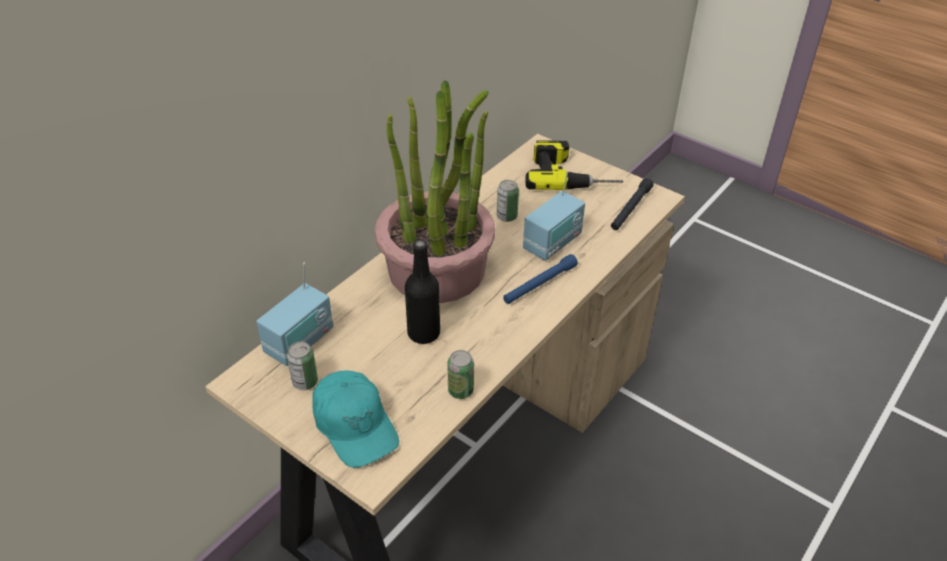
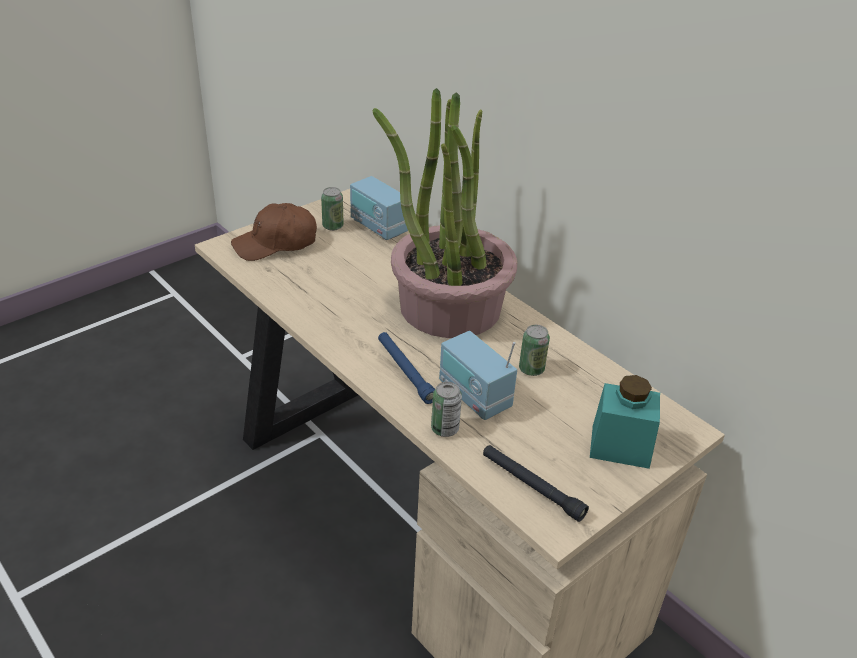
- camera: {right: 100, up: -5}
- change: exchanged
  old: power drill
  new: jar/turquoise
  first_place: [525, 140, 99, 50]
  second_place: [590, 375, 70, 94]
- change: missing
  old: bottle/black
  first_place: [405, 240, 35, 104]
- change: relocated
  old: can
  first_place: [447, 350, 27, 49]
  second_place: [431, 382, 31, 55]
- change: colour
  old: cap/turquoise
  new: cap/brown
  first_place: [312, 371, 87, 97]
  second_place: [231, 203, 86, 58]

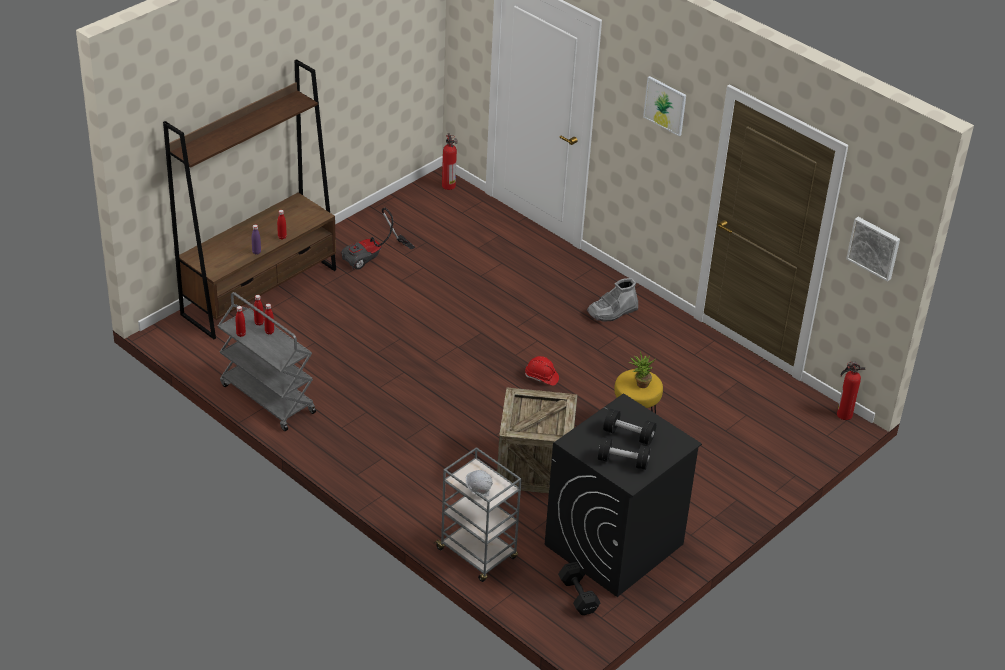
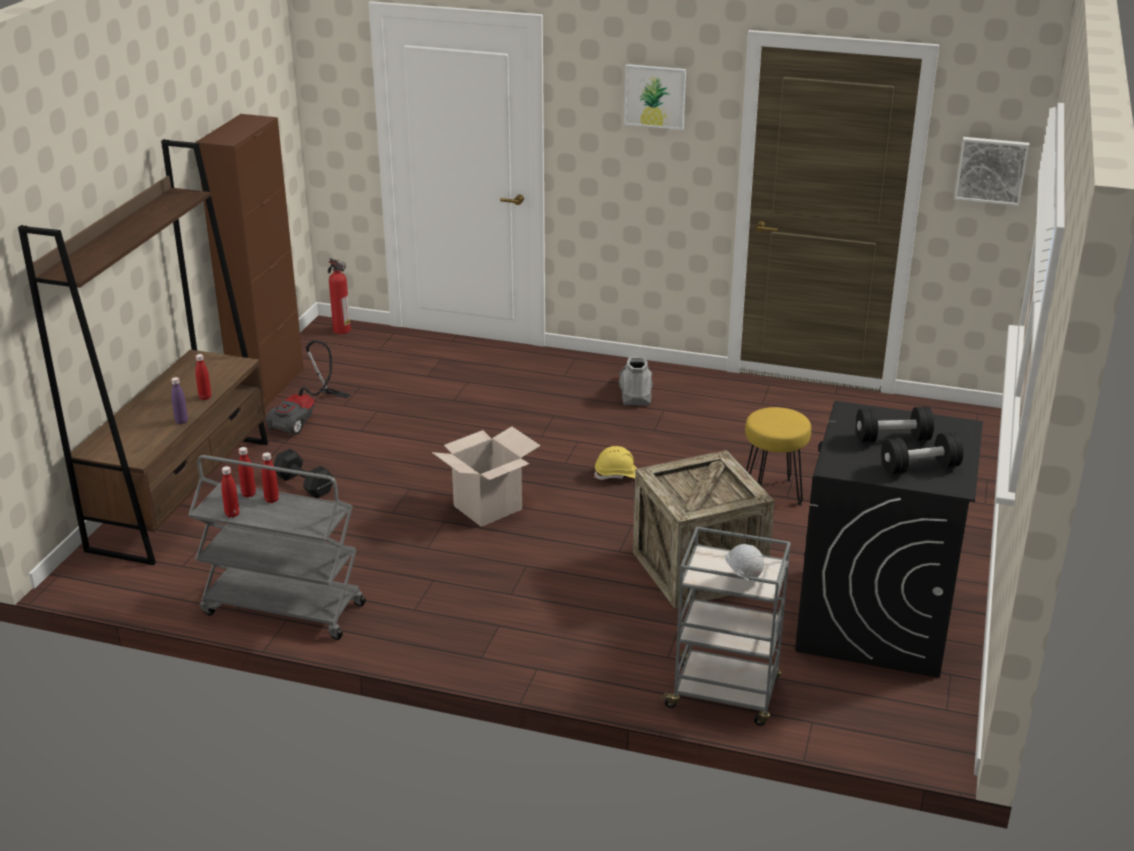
- camera: {right: -25, up: -10}
- change: spun
  old: boot/grey
  first_place: [587, 278, 51, 43]
  second_place: [619, 357, 34, 49]
  degrees: 150
- change: missing
  old: potted plant
  first_place: [629, 351, 26, 37]
- change: colour
  old: hard hat/red
  new: hard hat/yellow
  first_place: [525, 356, 34, 30]
  second_place: [594, 446, 44, 34]
- change: missing
  old: fire extinguisher
  first_place: [837, 361, 28, 59]
- change: relocated
  old: dumbbell/black
  first_place: [558, 562, 43, 53]
  second_place: [274, 449, 60, 49]
- change: appeared
  new: cabinet/brown
  second_place: [196, 114, 108, 294]
- change: appeared
  new: cardboard box
  second_place: [432, 426, 109, 101]

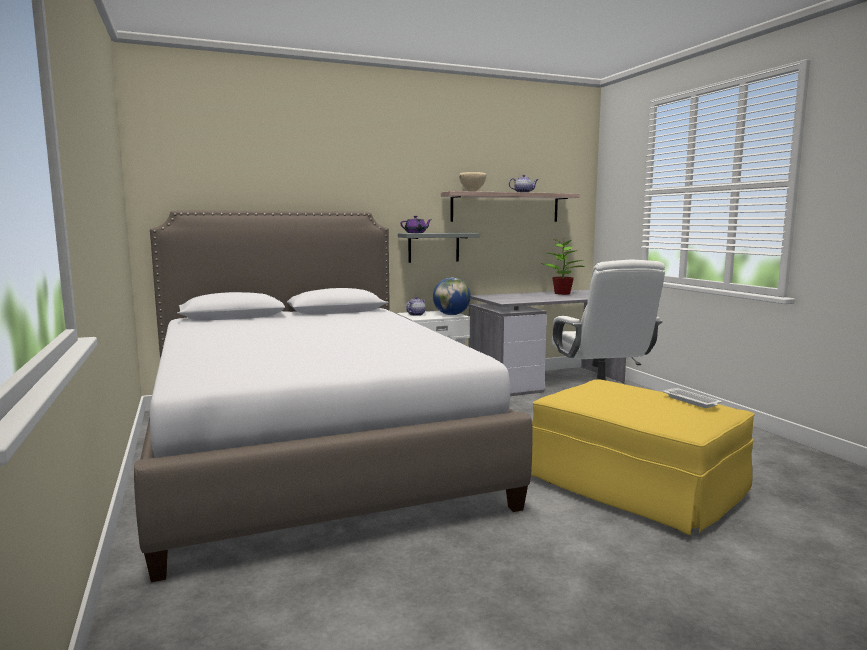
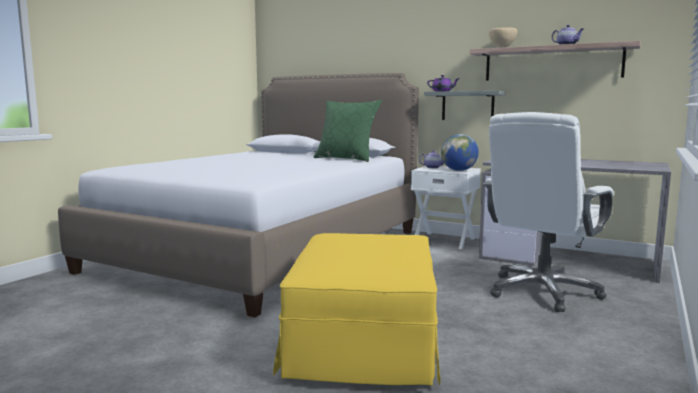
- camera: {right: 50, up: 0}
- change: missing
  old: potted plant
  first_place: [542, 236, 43, 59]
- change: missing
  old: tray/white
  first_place: [663, 388, 59, 20]
- change: appeared
  new: pillow/green
  second_place: [314, 100, 68, 62]

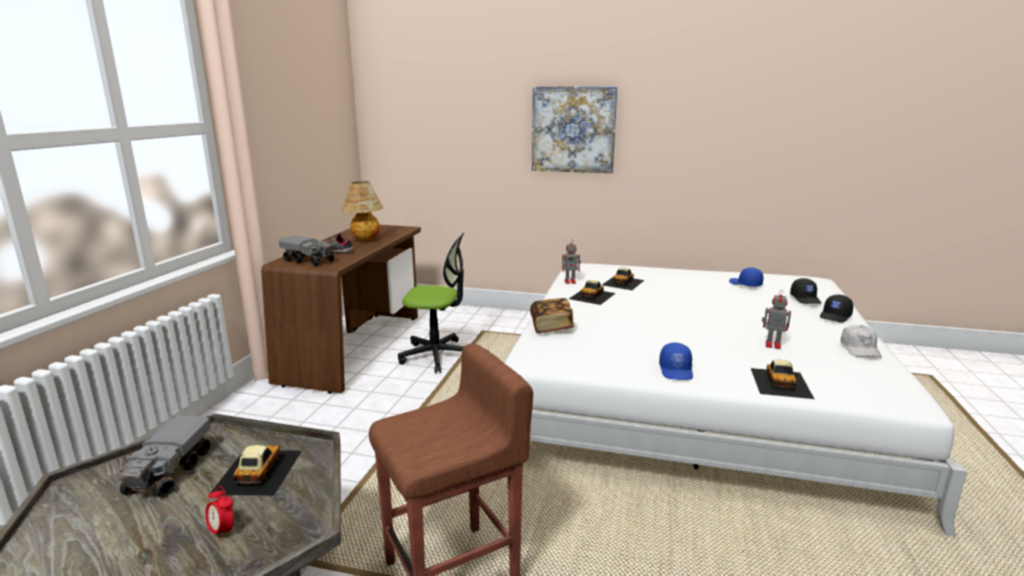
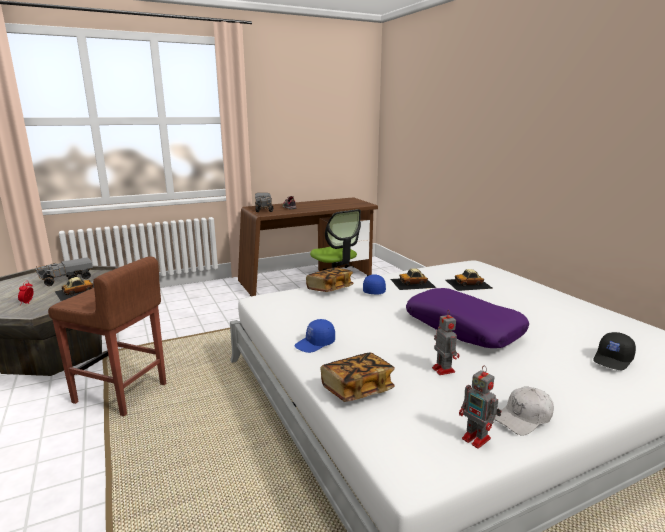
- camera: {right: 50, up: 0}
- change: missing
  old: picture
  first_place: [532, 86, 85, 87]
- change: missing
  old: table lamp
  first_place: [342, 181, 41, 60]
- change: relocated
  old: toy robot
  first_place: [562, 239, 19, 45]
  second_place: [459, 366, 42, 83]
- change: relocated
  old: cap/blue
  first_place: [729, 267, 34, 20]
  second_place: [363, 274, 23, 20]
- change: missing
  old: cap/black
  first_place: [820, 295, 33, 28]
- change: exchanged
  old: toy car
  new: book
  first_place: [751, 360, 63, 39]
  second_place: [320, 352, 75, 50]
- change: appeared
  new: pillow/purple
  second_place: [406, 288, 123, 60]

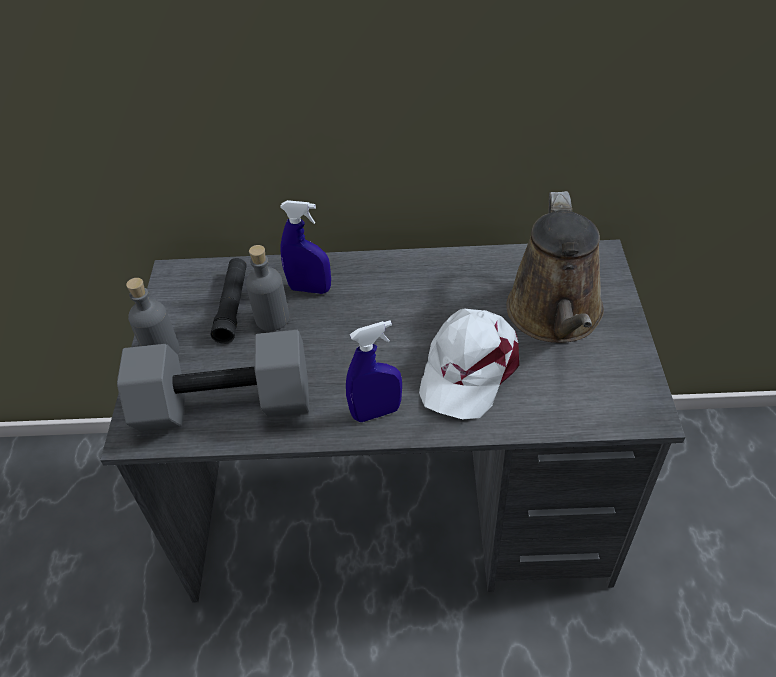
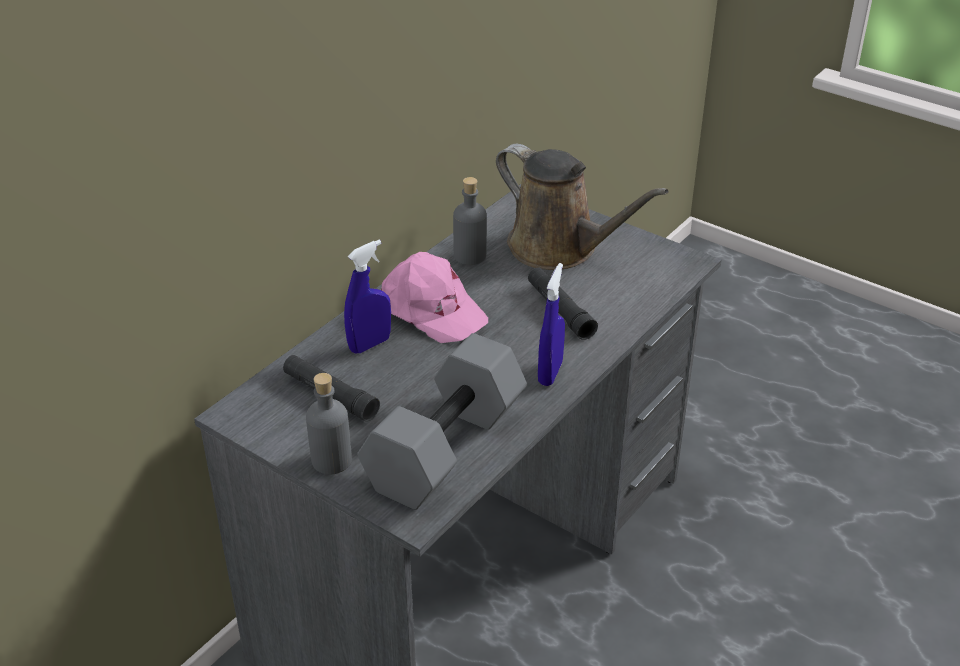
- camera: {right: -55, up: -10}
- change: relocated
  old: bottle/grey
  first_place: [246, 245, 43, 86]
  second_place: [453, 177, 34, 88]
- change: exchanged
  old: cap/white
  new: flashlight/black
  first_place: [419, 308, 100, 111]
  second_place: [528, 268, 70, 72]
- change: appeared
  new: cap/pink
  second_place: [381, 252, 107, 91]

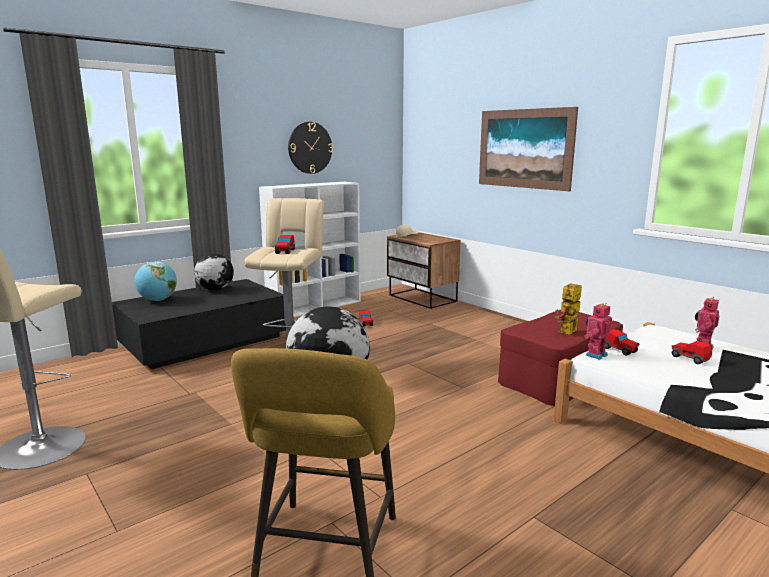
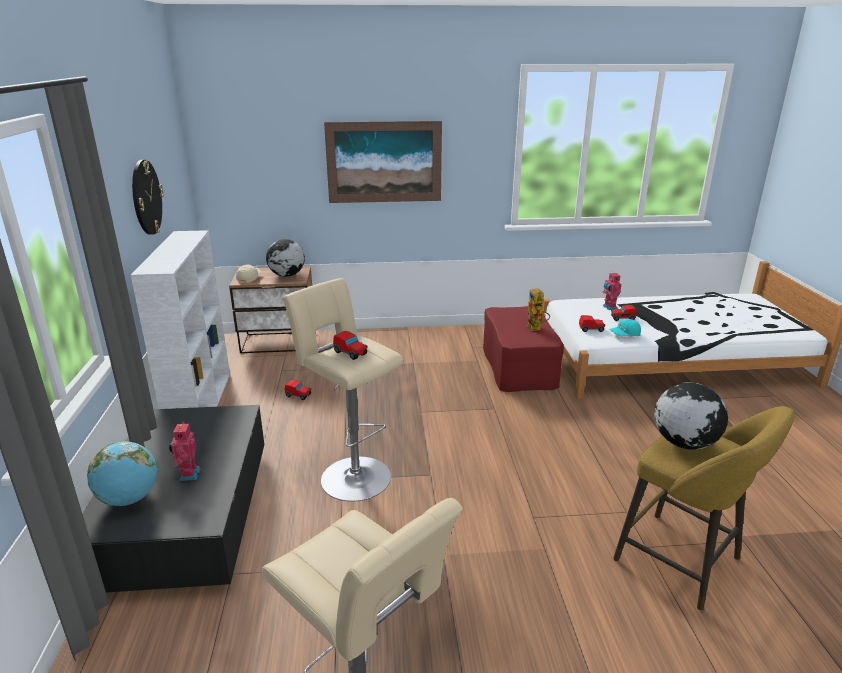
- camera: {right: -55, up: 10}
- change: relocated
  old: globe
  first_place: [194, 253, 40, 37]
  second_place: [266, 239, 39, 38]
- change: relocated
  old: toy robot
  first_place: [584, 303, 28, 57]
  second_place: [169, 421, 31, 60]
- change: appeared
  new: cap/turquoise
  second_place: [609, 319, 32, 17]

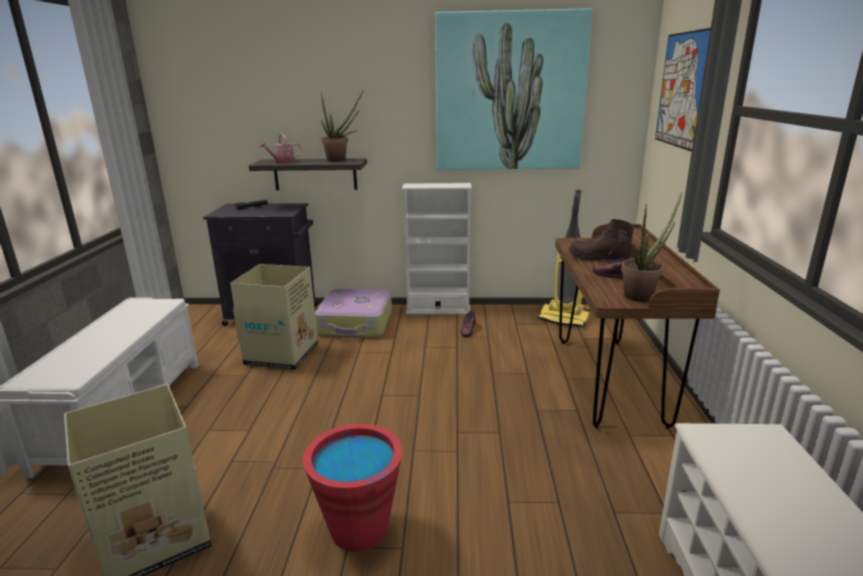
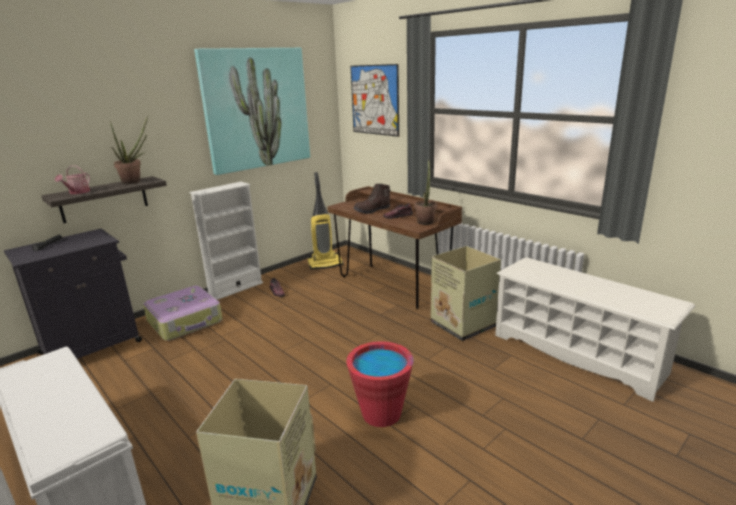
- camera: {right: -45, up: 0}
- change: relocated
  old: cardboard box
  first_place: [230, 264, 88, 106]
  second_place: [431, 246, 70, 95]

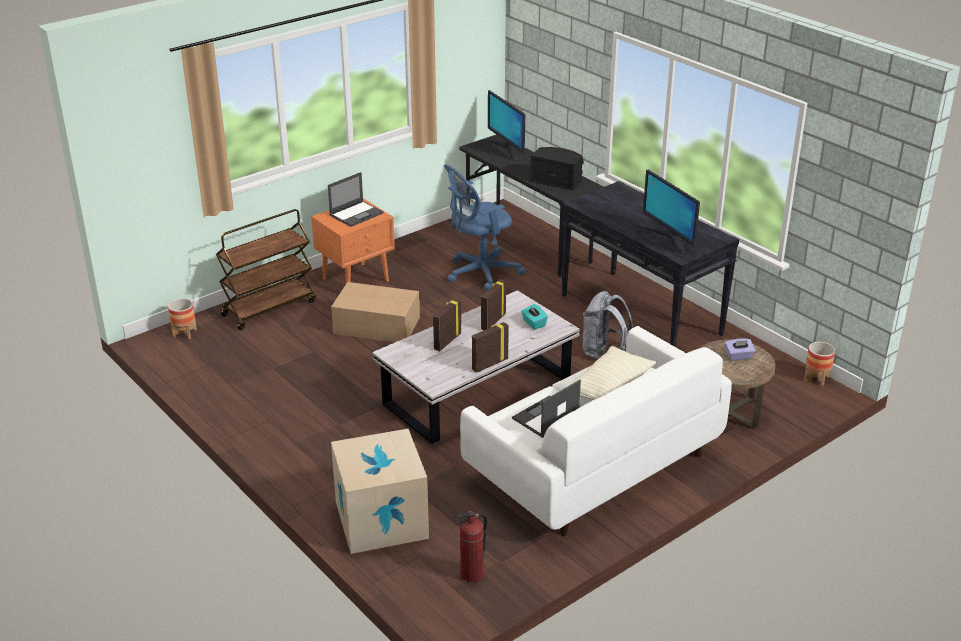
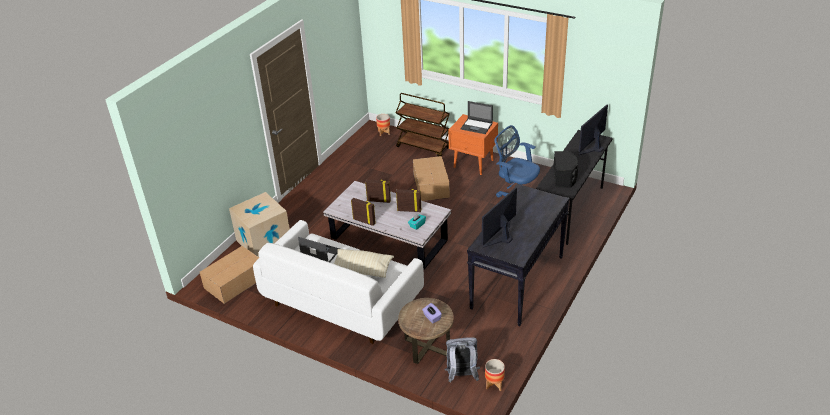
- camera: {right: 70, up: 5}
- change: relocated
  old: backpack/grey
  first_place: [583, 291, 50, 68]
  second_place: [445, 337, 35, 46]
- change: exchanged
  old: fire extinguisher
  new: cardboard box
  first_place: [457, 511, 30, 71]
  second_place: [200, 246, 59, 58]

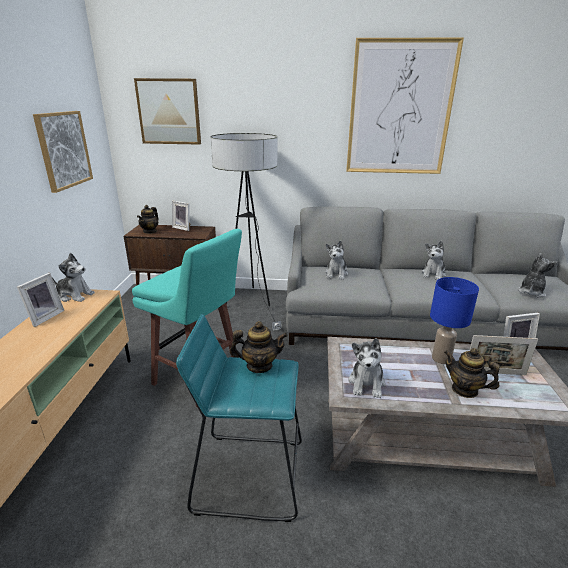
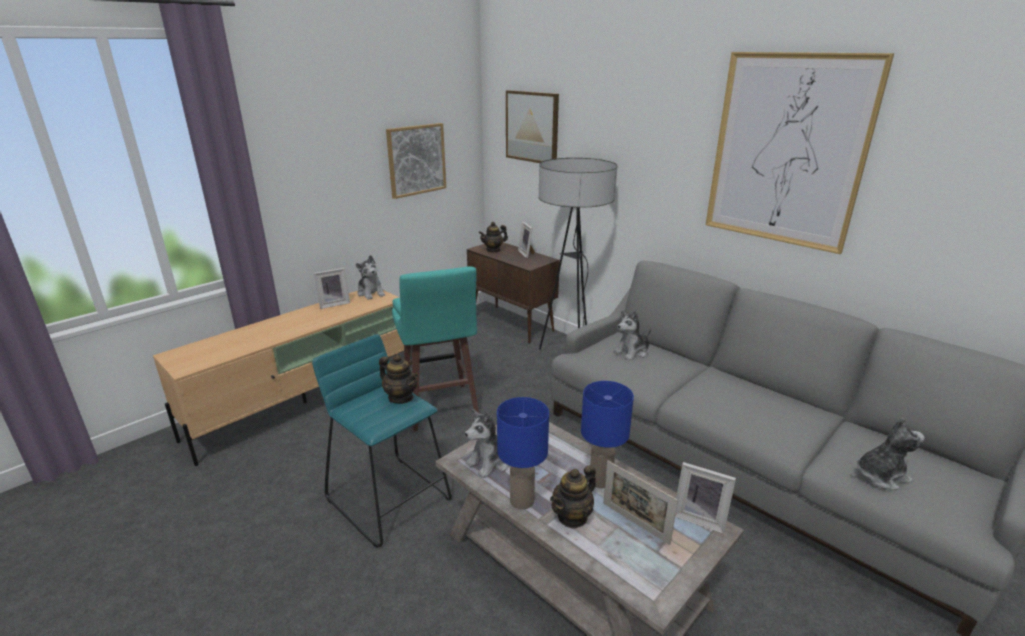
- camera: {right: 40, up: 0}
- change: missing
  old: plush toy
  first_place: [422, 241, 24, 39]
- change: spun
  old: teapot
  first_place: [444, 348, 56, 50]
  second_place: [550, 465, 46, 64]
  degrees: -120
- change: appeared
  new: table lamp/blue
  second_place: [497, 397, 52, 113]

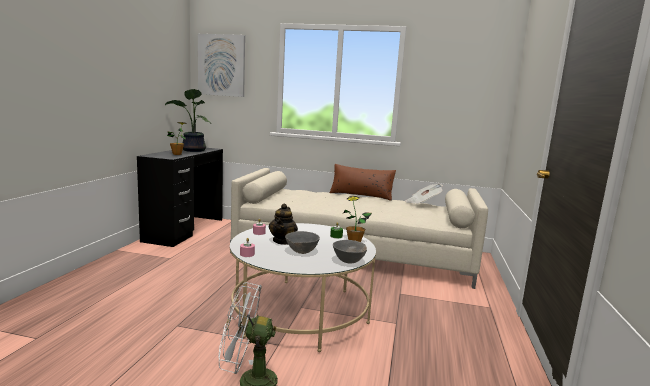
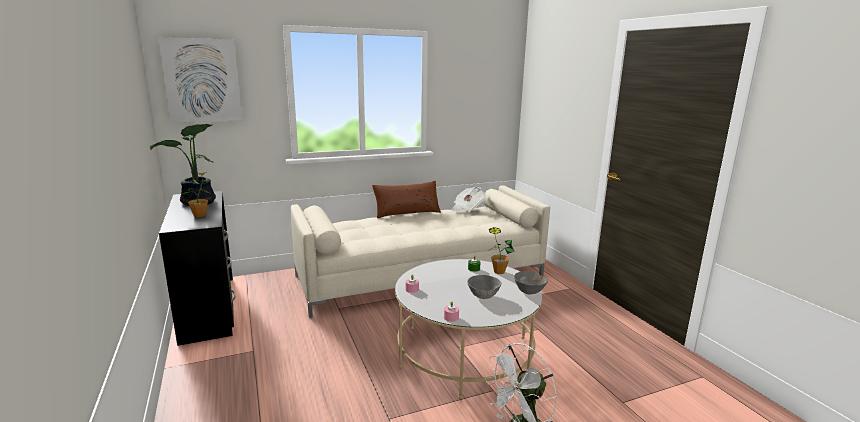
- camera: {right: -35, up: 5}
- change: missing
  old: teapot
  first_place: [269, 203, 29, 42]

